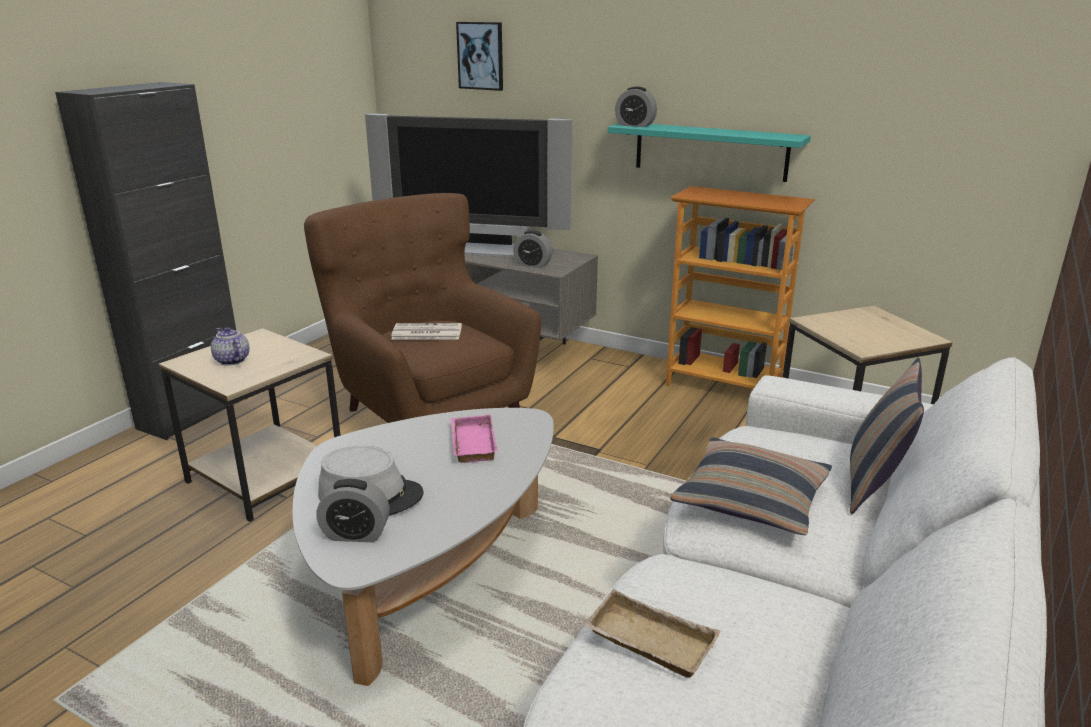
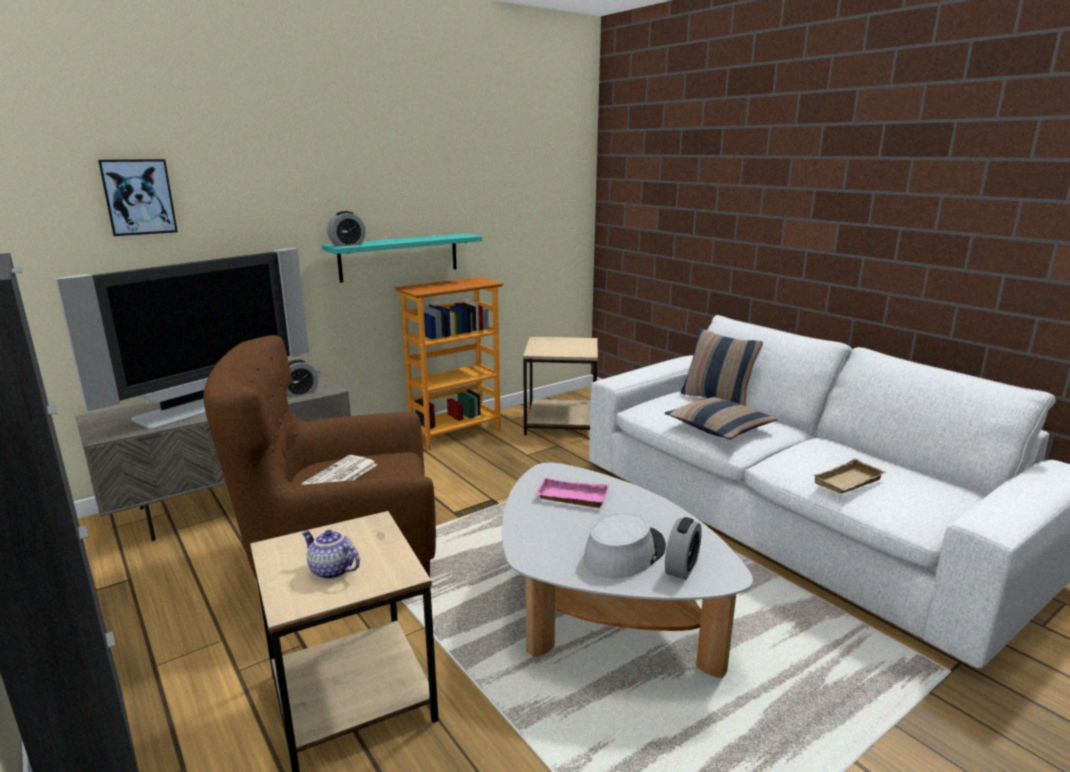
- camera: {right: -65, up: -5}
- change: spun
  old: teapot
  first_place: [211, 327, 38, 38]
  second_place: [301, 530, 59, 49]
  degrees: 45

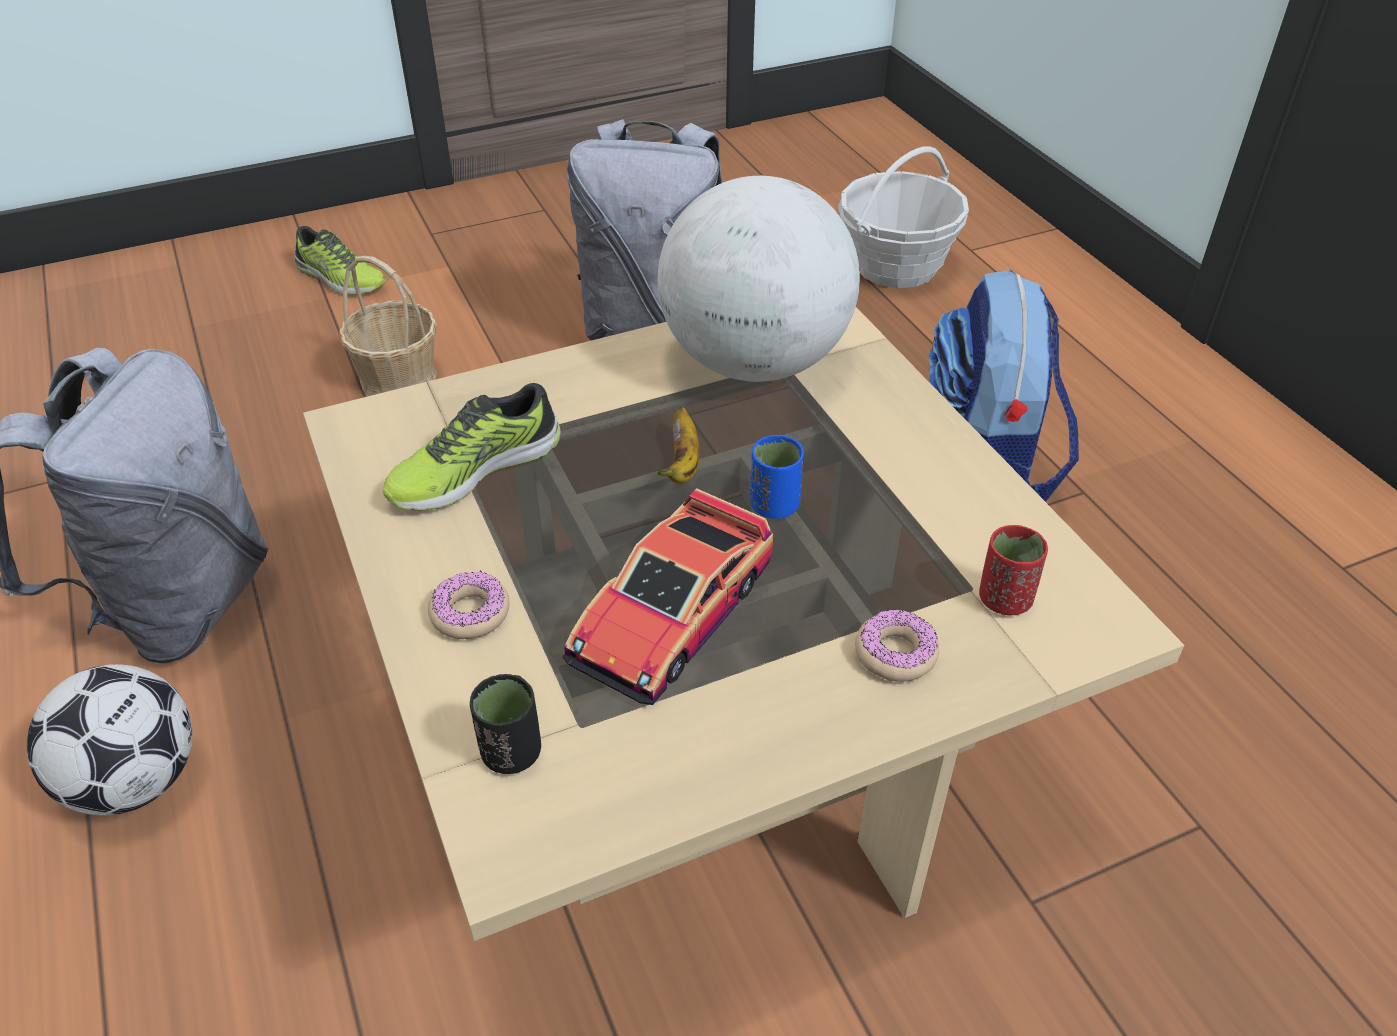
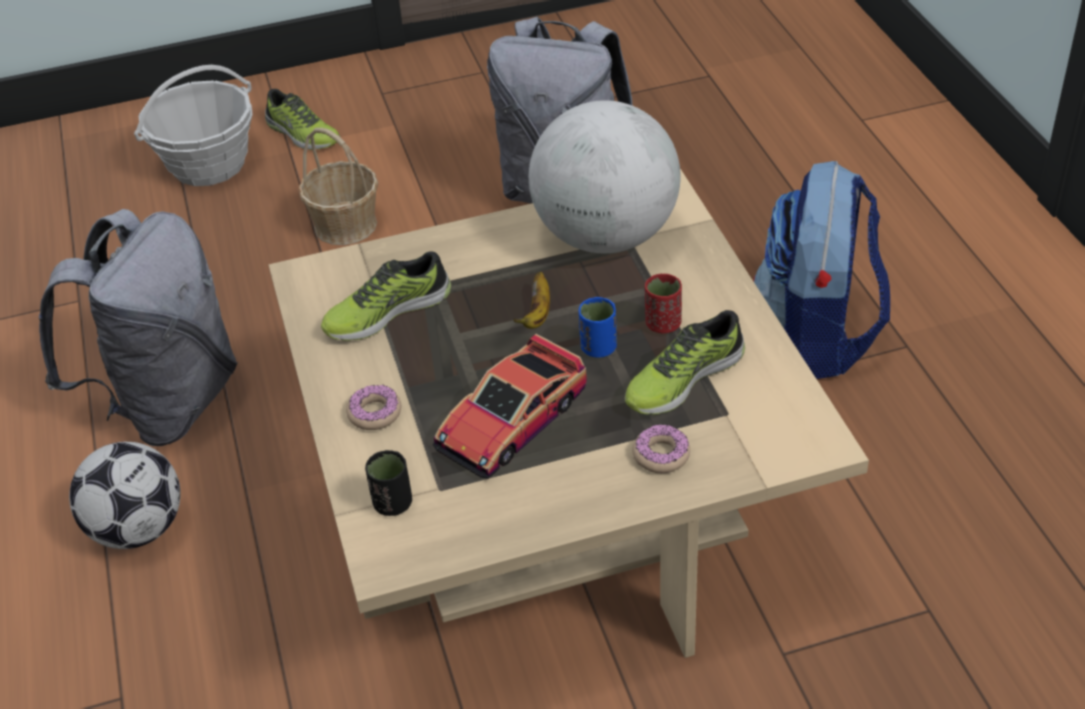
- camera: {right: 10, up: 0}
- change: relocated
  old: basket
  first_place: [838, 146, 131, 142]
  second_place: [134, 65, 119, 121]
- change: relocated
  old: cup/red
  first_place: [979, 525, 69, 90]
  second_place: [645, 274, 37, 59]
- change: appeared
  new: shoe
  second_place: [625, 310, 120, 105]

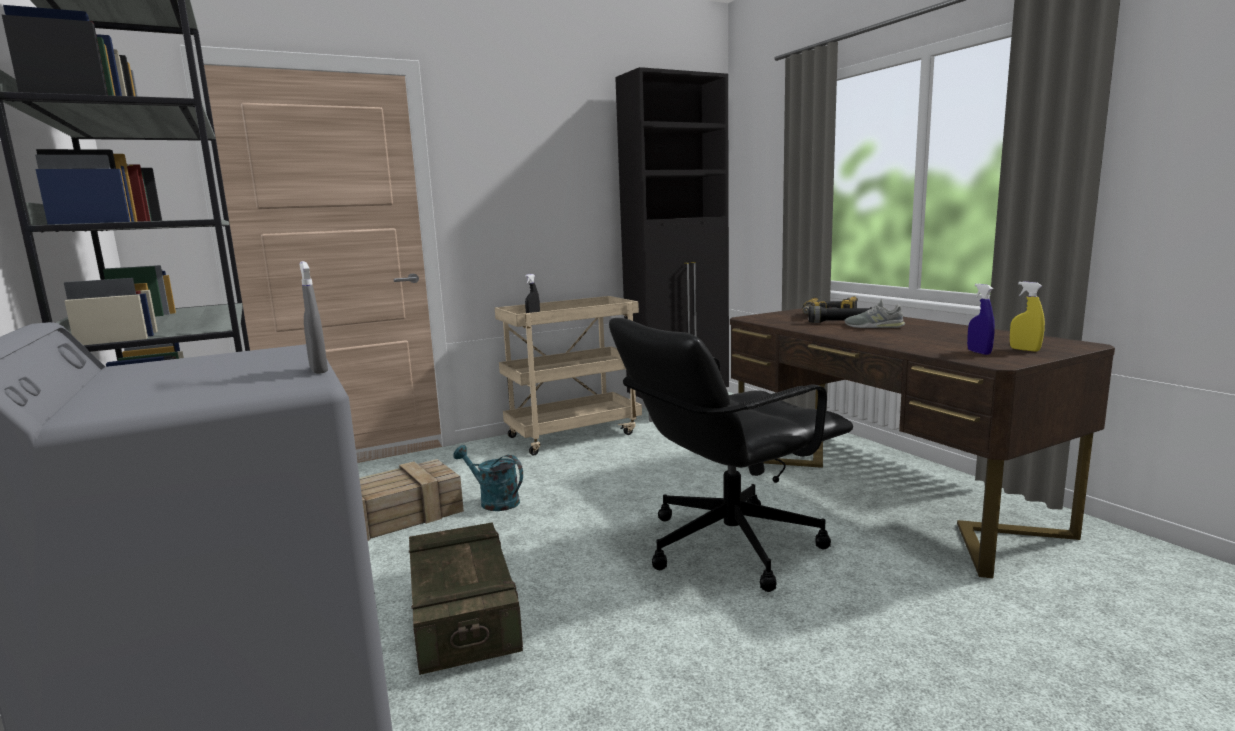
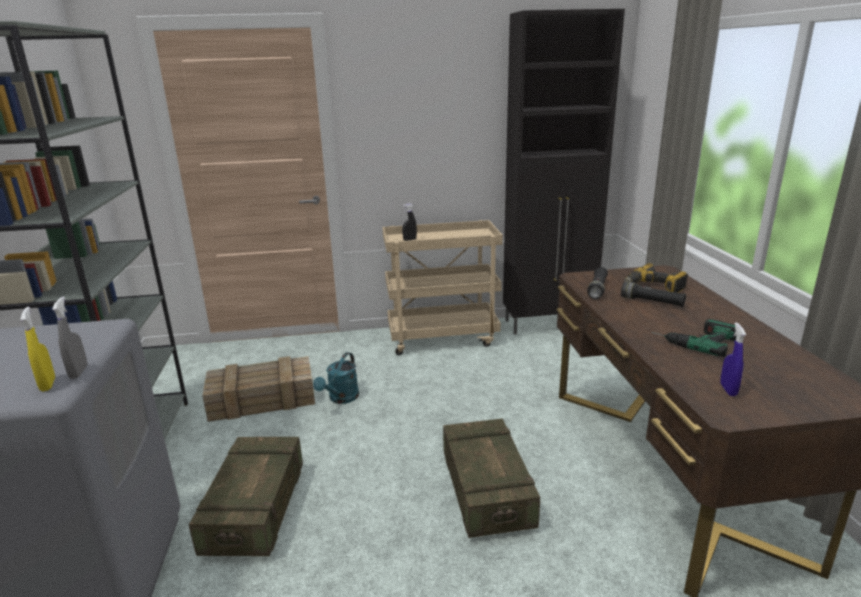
- camera: {right: 20, up: 10}
- change: relocated
  old: spray bottle/yellow
  first_place: [1010, 282, 35, 70]
  second_place: [21, 307, 34, 84]
- change: missing
  old: shoe/grey
  first_place: [845, 299, 60, 29]
- change: exchanged
  old: office chair/black
  new: crate
  first_place: [609, 318, 244, 274]
  second_place: [443, 418, 97, 120]
- change: spun
  old: watering can/turquoise
  first_place: [453, 445, 70, 66]
  second_place: [313, 352, 46, 52]
  degrees: -120
- change: appeared
  new: flashlight/black
  second_place: [587, 267, 21, 32]
- change: appeared
  new: power drill
  second_place: [652, 319, 84, 38]

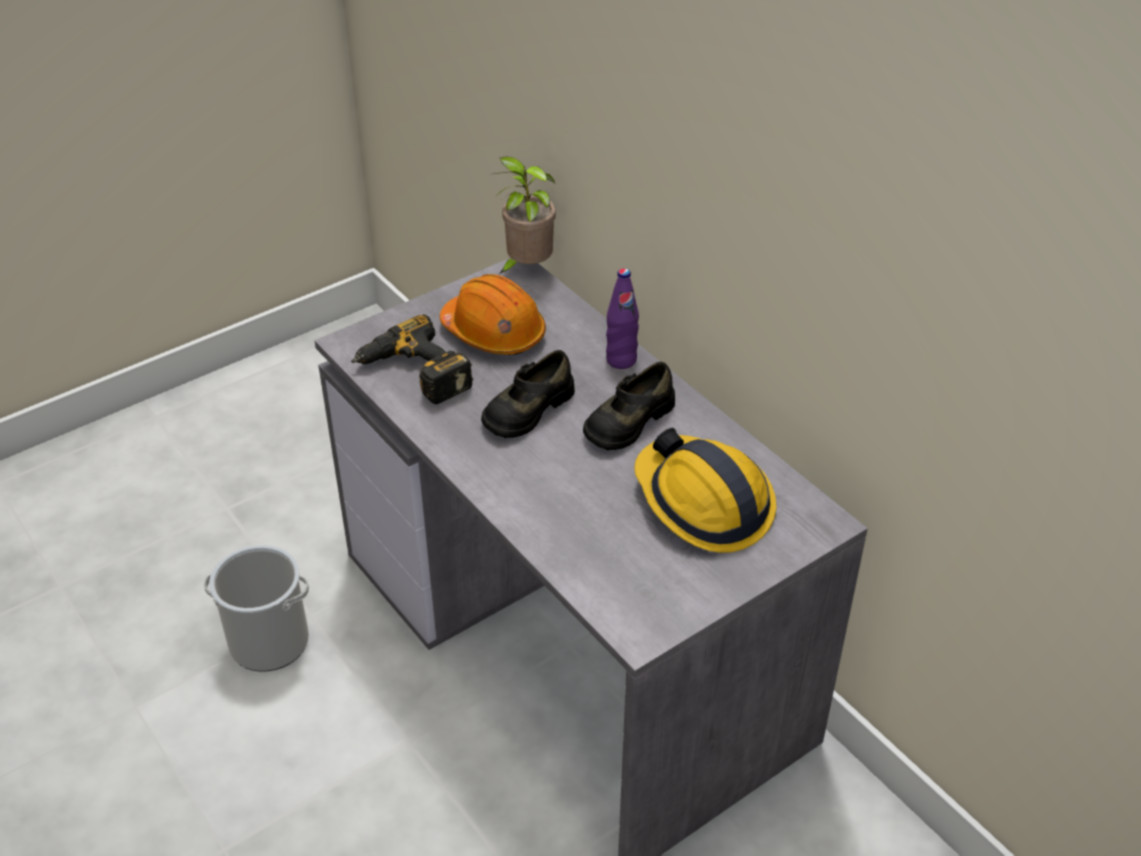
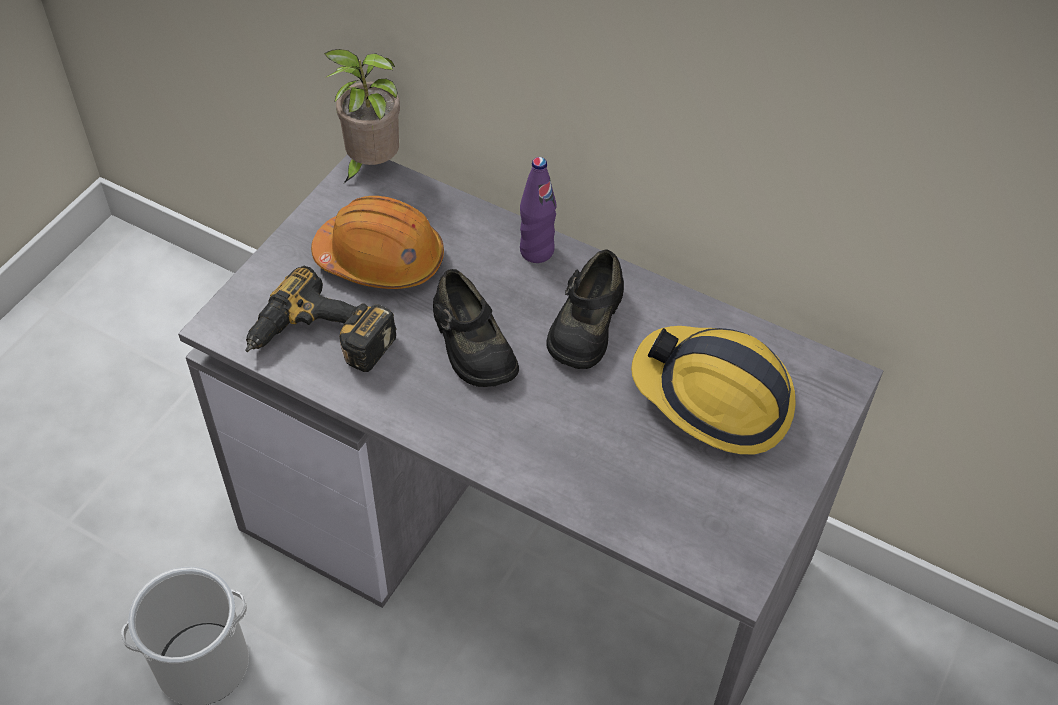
- camera: {right: -25, up: 10}
- change: spun
  old: shoe/black
  first_place: [481, 350, 94, 88]
  second_place: [433, 269, 86, 118]
  degrees: -45

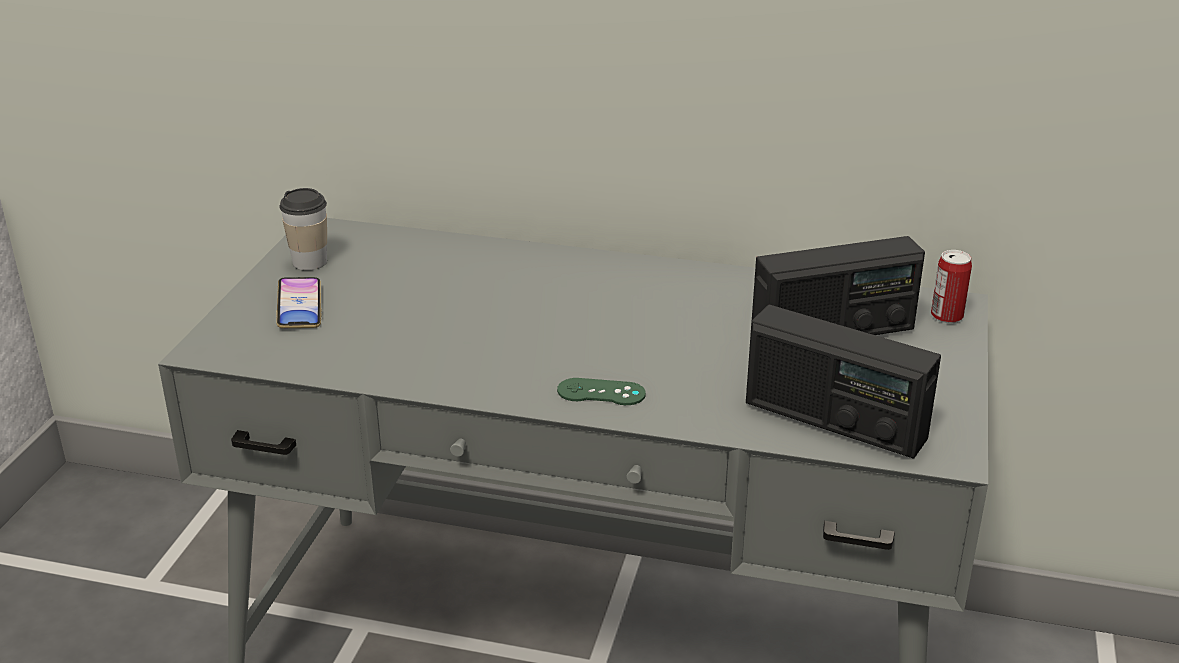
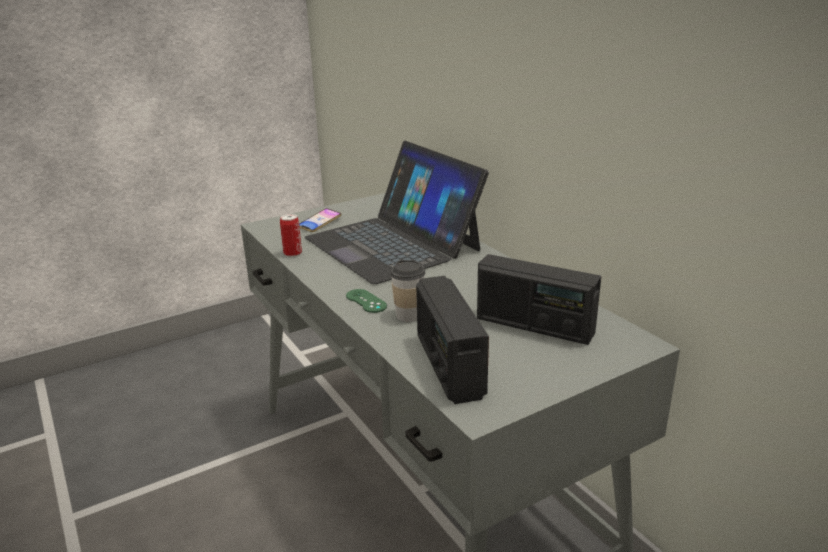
- camera: {right: 45, up: -5}
- change: relocated
  old: cup
  first_place: [279, 188, 48, 82]
  second_place: [390, 260, 36, 62]
- change: relocated
  old: can
  first_place: [931, 250, 41, 74]
  second_place: [280, 214, 22, 43]
- change: appeared
  new: laptop
  second_place: [305, 141, 184, 143]

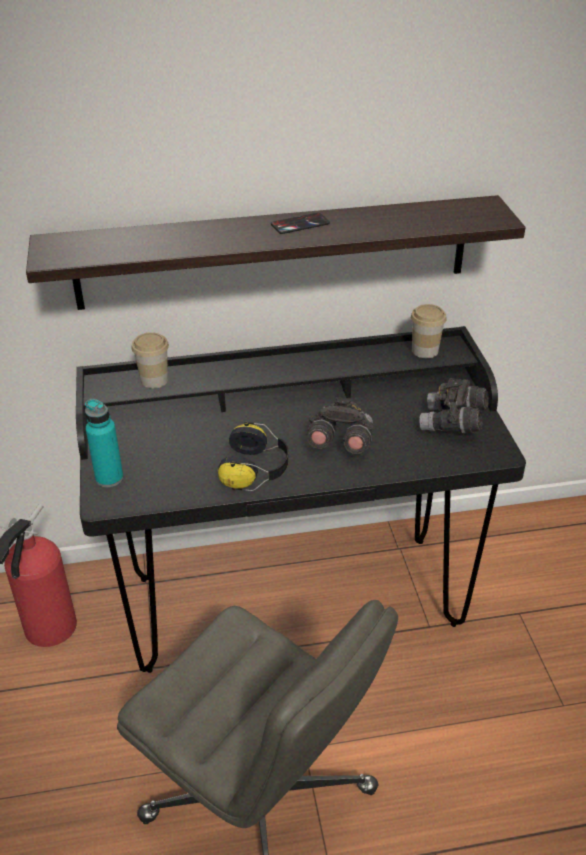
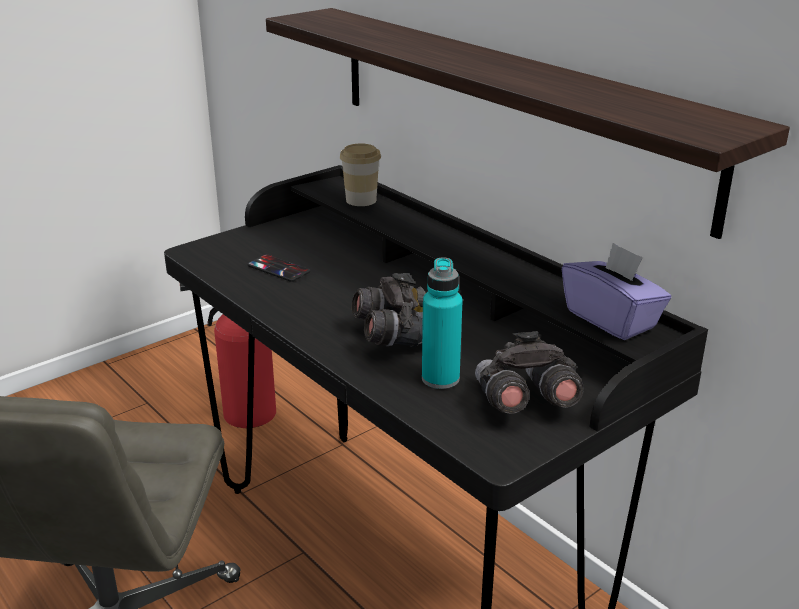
- camera: {right: 60, up: -10}
- change: relocated
  old: phone
  first_place: [271, 213, 59, 21]
  second_place: [247, 254, 63, 28]
- change: exchanged
  old: cup
  new: tissue box/purple
  first_place: [411, 304, 36, 54]
  second_place: [562, 242, 110, 98]
- change: relocated
  old: bottle/turquoise
  first_place: [85, 399, 38, 88]
  second_place: [422, 257, 41, 132]
- change: missing
  old: headphones
  first_place: [218, 422, 71, 69]

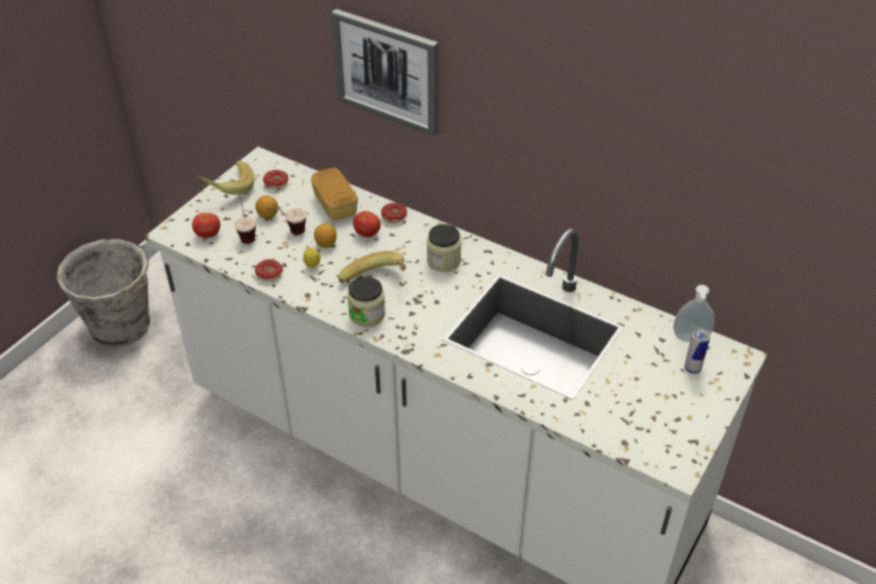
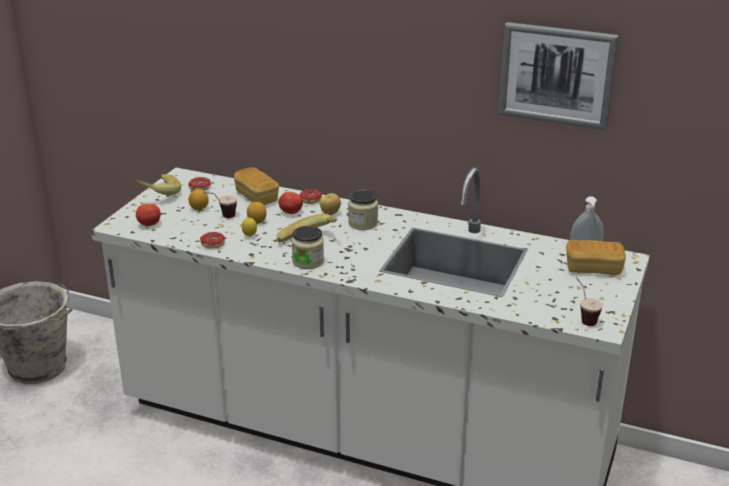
- camera: {right: -10, up: -15}
- change: relocated
  old: picture
  first_place: [331, 9, 107, 127]
  second_place: [498, 22, 121, 108]
- change: relocated
  old: cup
  first_place: [234, 195, 22, 49]
  second_place: [576, 277, 27, 49]
- change: exchanged
  old: can
  new: bread
  first_place: [684, 329, 26, 45]
  second_place: [566, 240, 60, 35]
- change: appeared
  new: apple
  second_place: [320, 193, 21, 23]

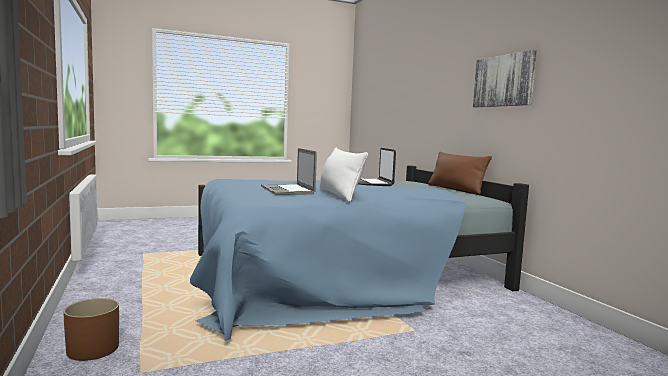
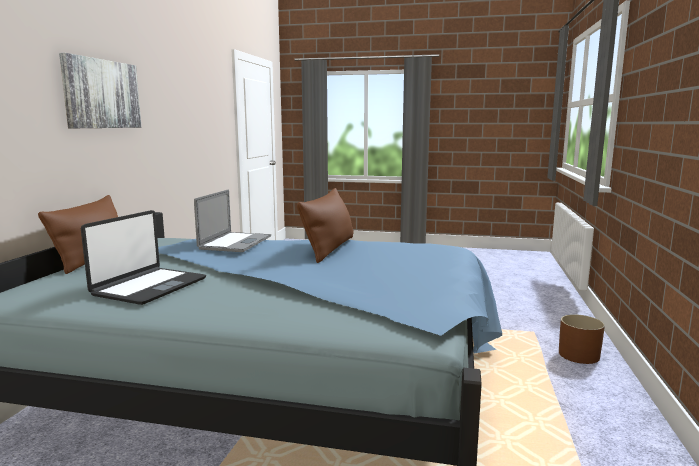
- camera: {right: -145, up: 5}
- change: relocated
  old: laptop
  first_place: [261, 148, 56, 47]
  second_place: [194, 189, 77, 63]
- change: colour
  old: pillow/white
  new: pillow/brown
  first_place: [320, 148, 48, 54]
  second_place: [297, 188, 57, 75]

